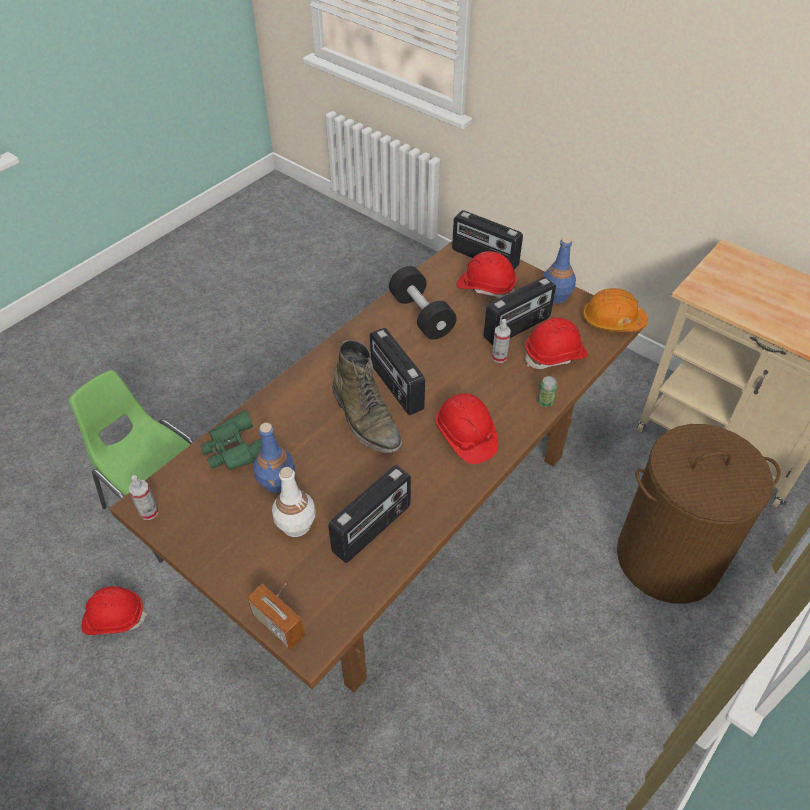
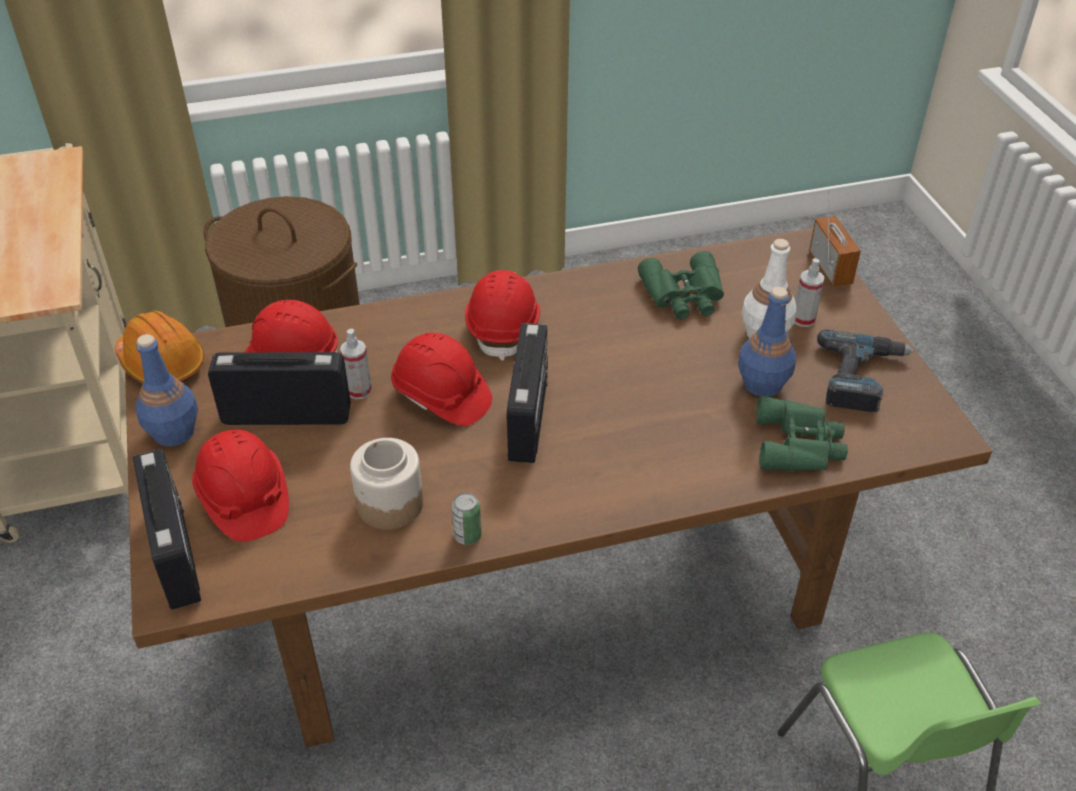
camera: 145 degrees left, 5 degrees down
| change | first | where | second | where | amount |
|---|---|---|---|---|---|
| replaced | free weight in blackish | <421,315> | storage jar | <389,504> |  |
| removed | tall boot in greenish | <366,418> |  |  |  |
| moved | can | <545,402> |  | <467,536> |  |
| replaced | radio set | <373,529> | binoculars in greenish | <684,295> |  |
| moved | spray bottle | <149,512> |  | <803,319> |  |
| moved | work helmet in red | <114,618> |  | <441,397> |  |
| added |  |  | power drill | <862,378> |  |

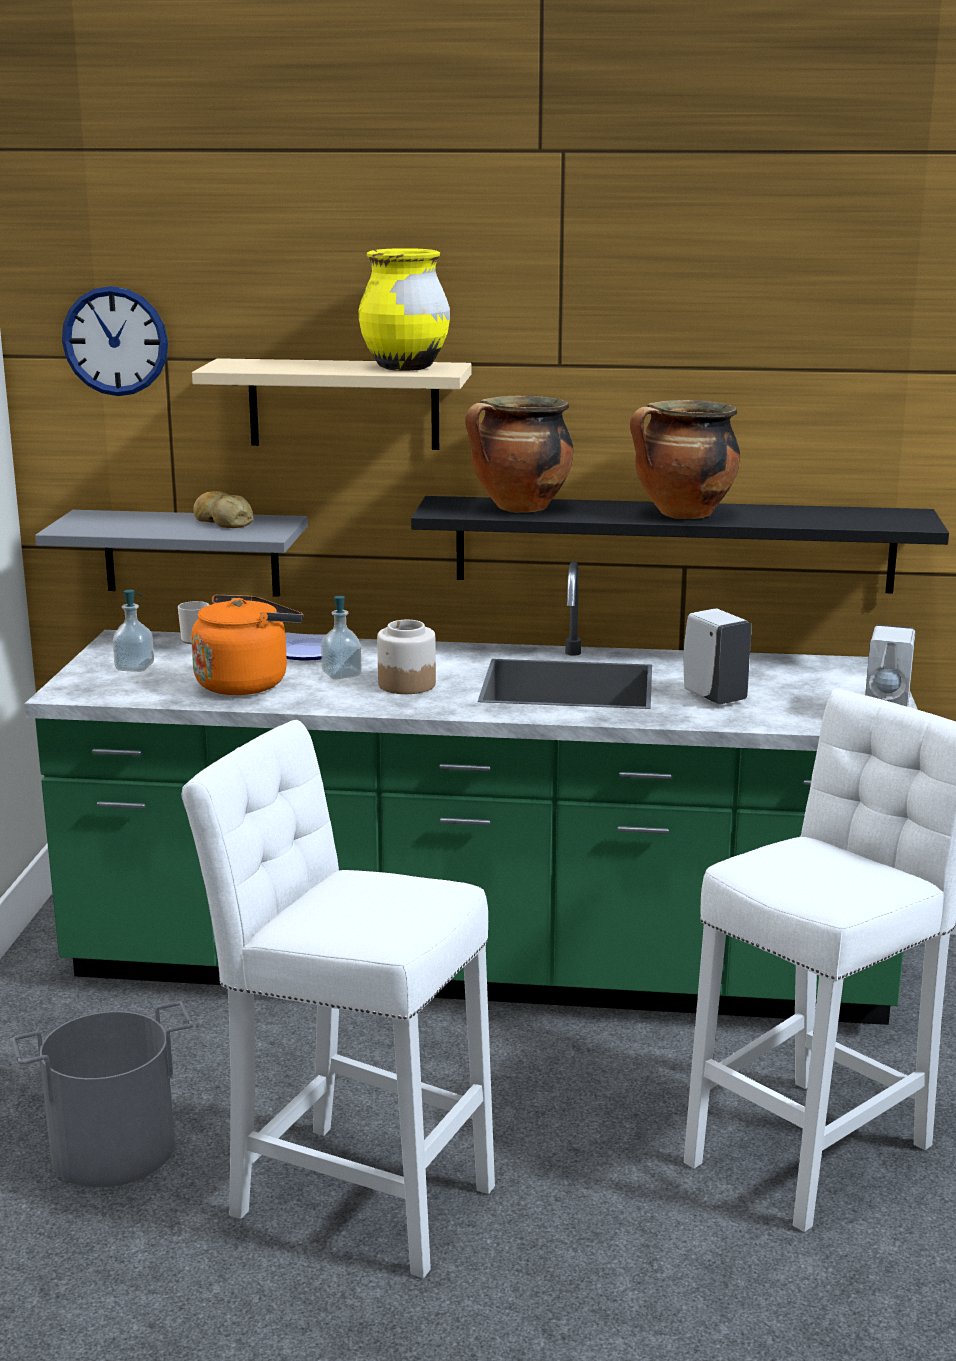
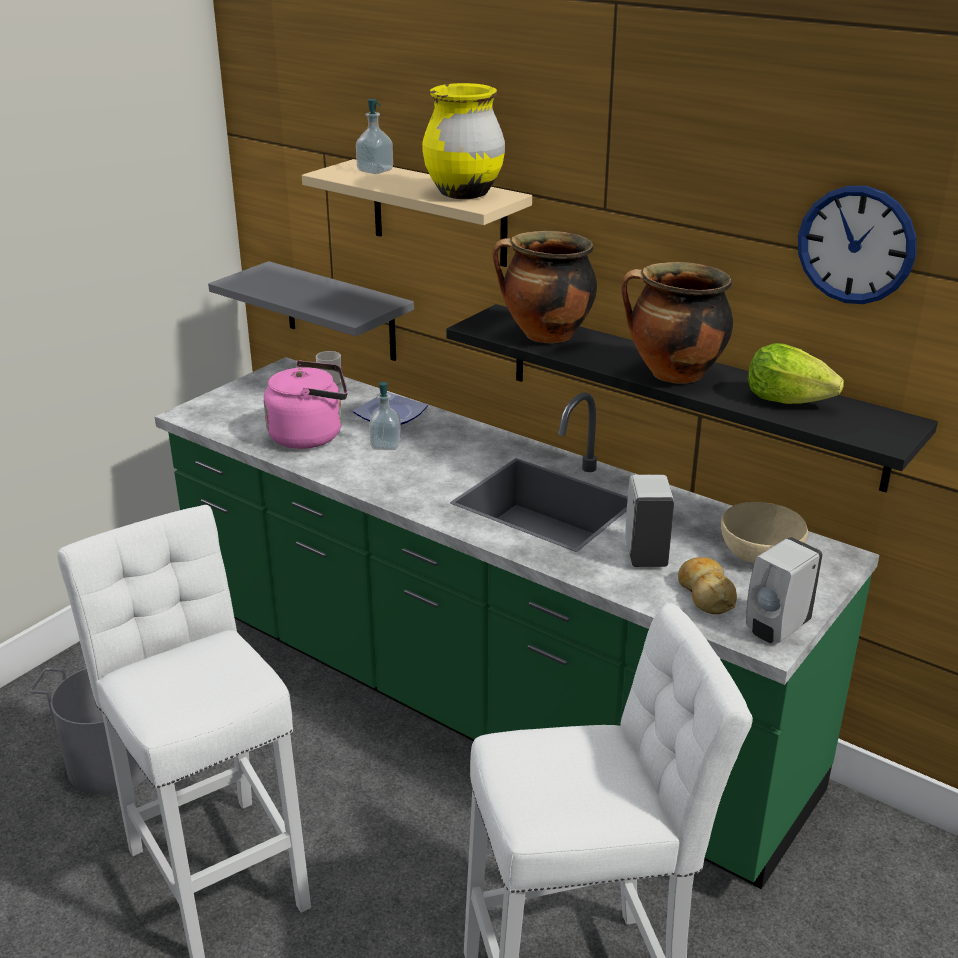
camera: 30 degrees right, 10 degrees up
| change | first | where | second | where | amount |
|---|---|---|---|---|---|
| moved | hanging clock | <115,341> |  | <856,245> |  |
| moved | bread | <223,521> |  | <705,593> |  |
| moved | soap bottle | <134,667> |  | <375,171> |  |
| recoloured | kettle in orangey | <246,683> | kettle in pinkish | <311,435> |  |
| removed | storage jar | <406,684> |  |  |  |
| added |  |  | head of lettuce | <786,400> |  |
| added |  |  | serving bowl in sand-coloured | <760,553> |  |

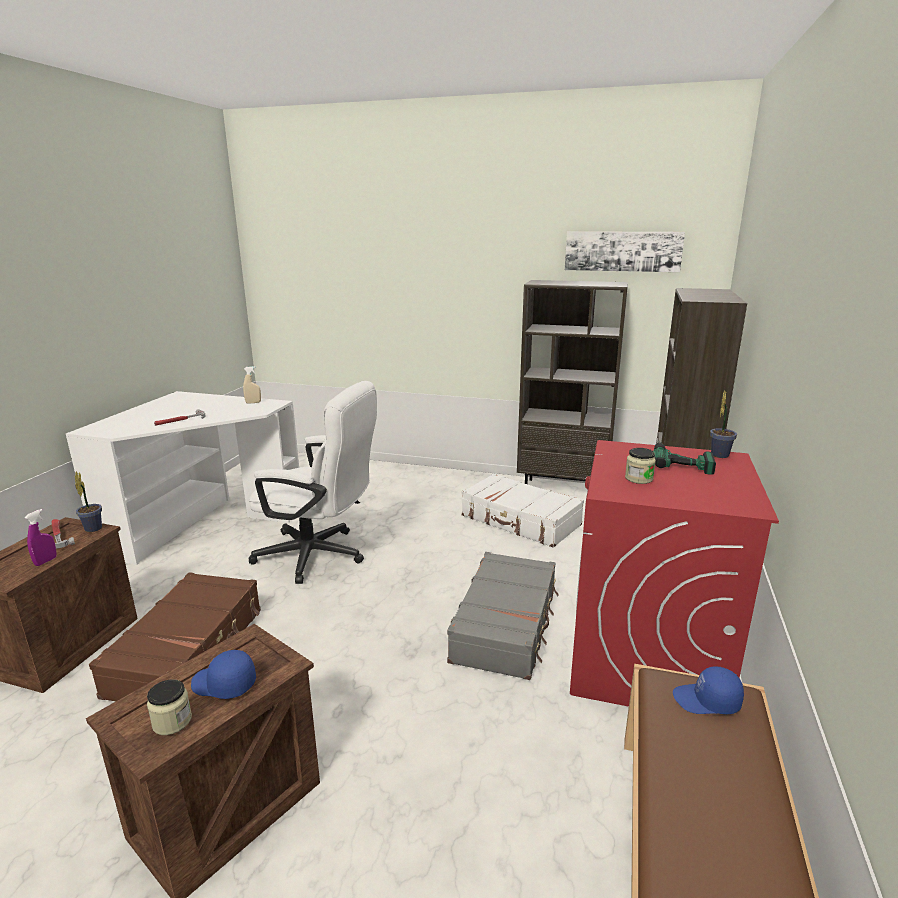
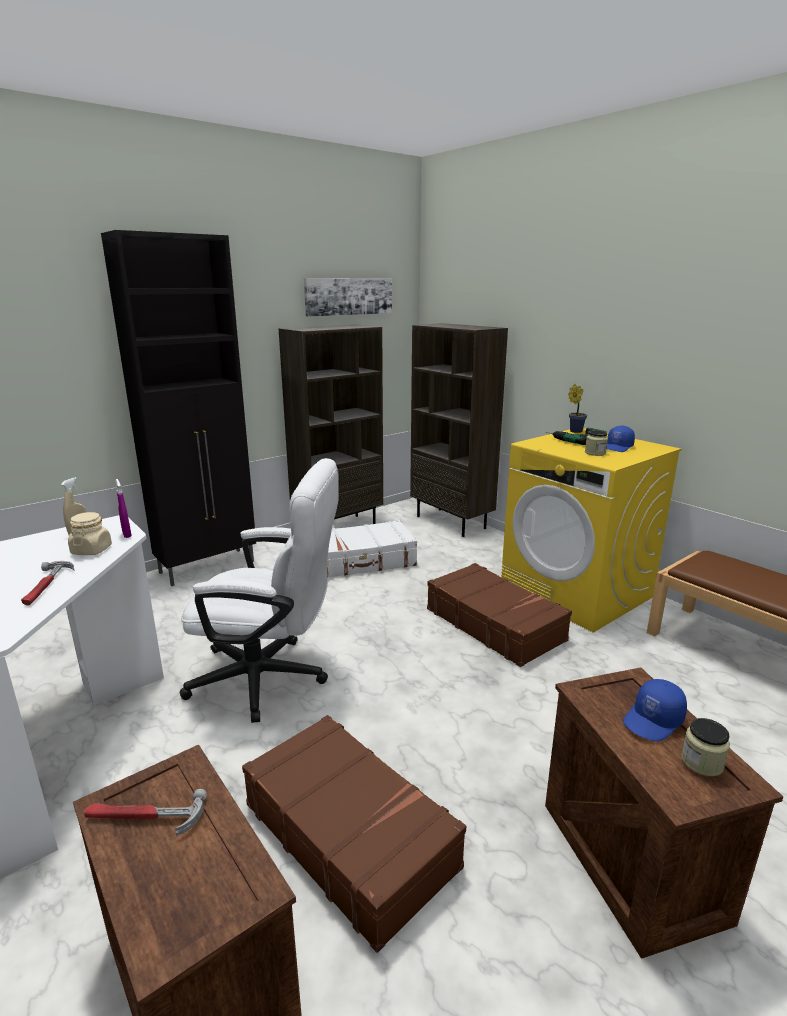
camera: 55 degrees left, 0 degrees up
| change | first | where | second | where | amount |
|---|---|---|---|---|---|
| turned | desk chair in whitish | <320,556> |  | <270,678> | 45 degrees clockwise |
| recoloured | laundry appliance in red | <646,658> | laundry appliance in yellow-coloured | <576,592> |  |
| removed | plant in a pot | <94,527> |  |  |  |
| moved | spray bottle in purple | <46,561> |  | <127,534> |  |
| recoloured | piece of luggage in gray | <506,625> | piece of luggage in brown-coloured | <494,624> |  |
| moved | cap in bluish | <707,701> |  | <617,447> |  |
| added |  |  | cabinet in blackish | <209,567> |  |
| added |  |  | storage jar in sand-coloured | <91,550> |  |

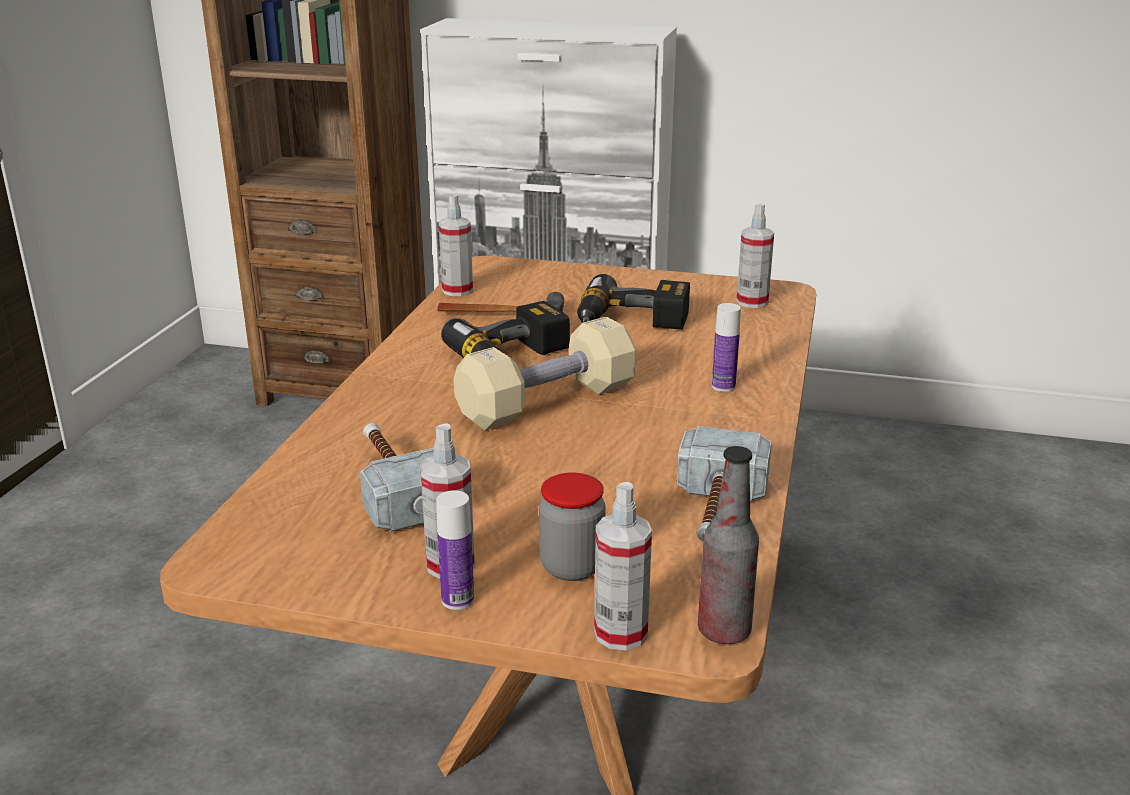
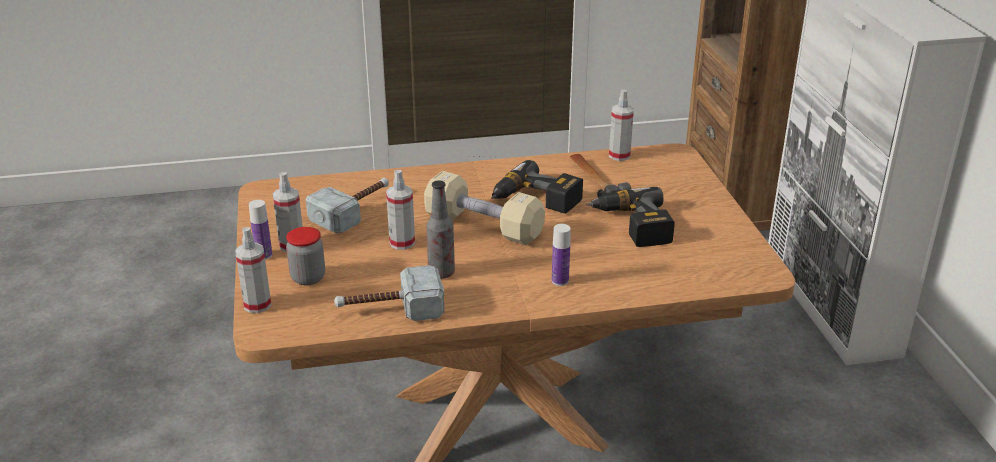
camera: 65 degrees right, 5 degrees up
| change | first | where | second | where | amount |
|---|---|---|---|---|---|
| moved | spray bottle | <752,302> |  | <402,243> |  |
| moved | beverage bottle | <724,631> |  | <441,273> |  |

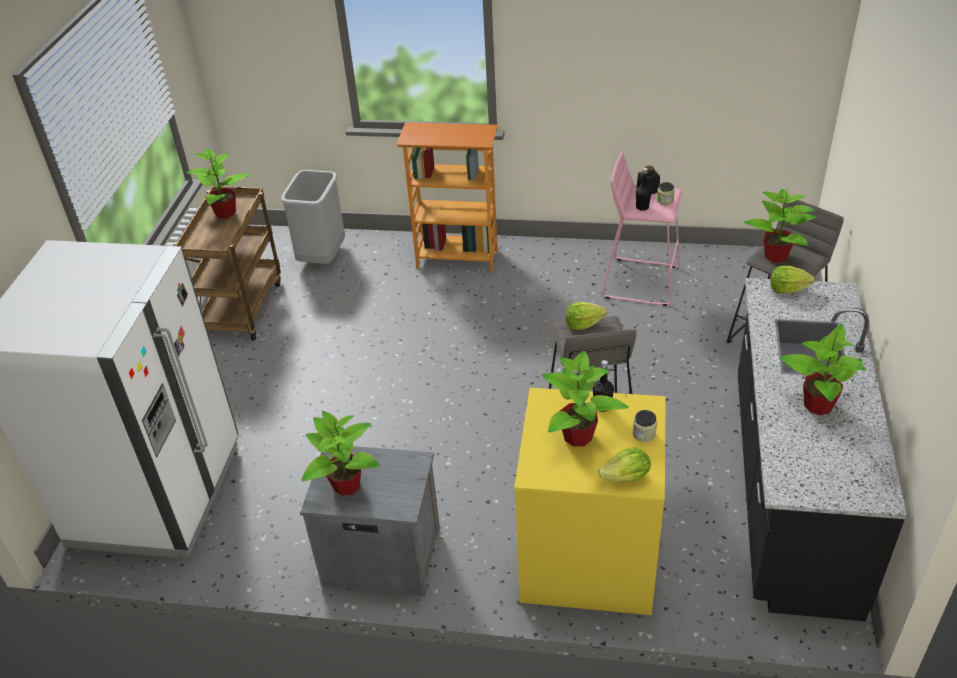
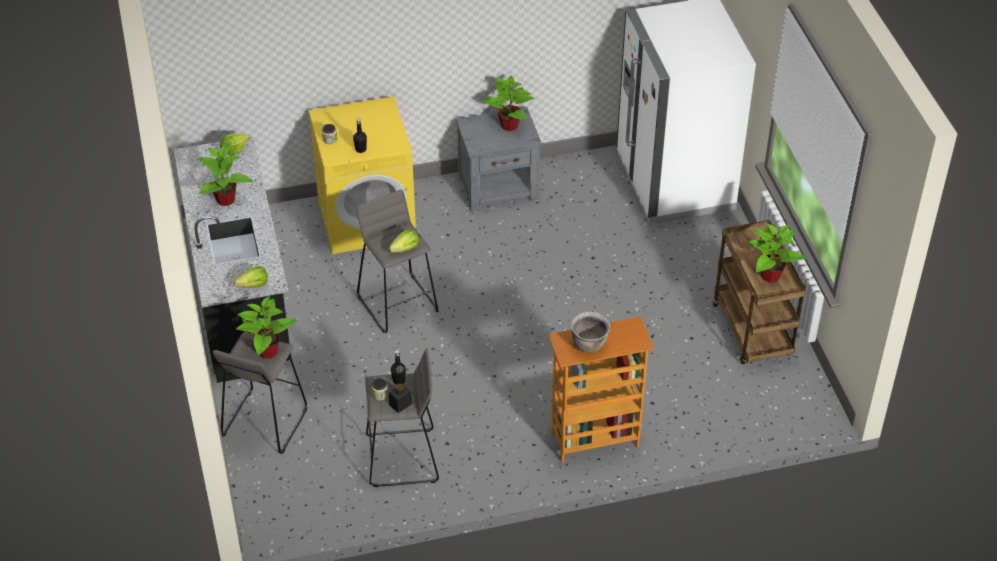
camera: 155 degrees right, 5 degrees up
| change | first | where | second | where | amount |
|---|---|---|---|---|---|
| recoloured | stool in pinkish | <640,281> | stool in gray | <402,458> |  |
| removed | rubbish bin in gray | <323,257> |  |  |  |
| removed | plant in a pot | <578,437> |  |  |  |
| moved | head of lettuce | <626,477> |  | <234,150> |  |
| added |  |  | stockpot in brown-coloured | <589,344> |  |

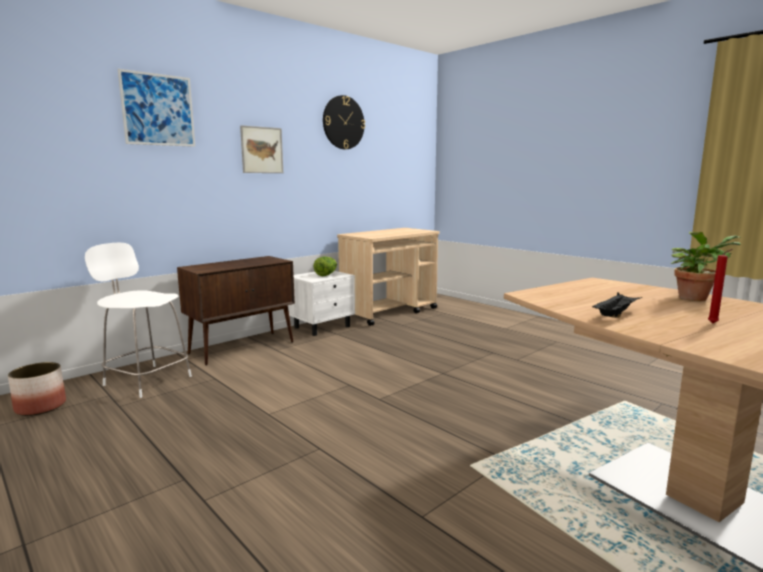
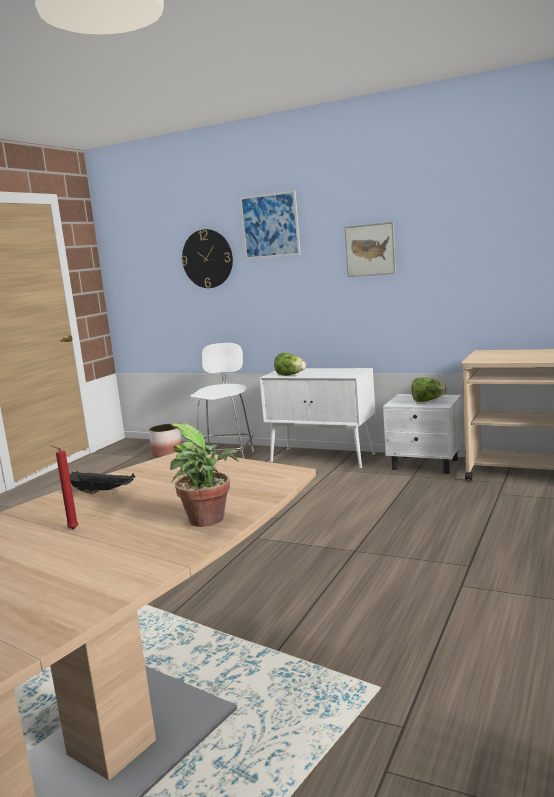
camera: 70 degrees right, 0 degrees up
| change | first | where | second | where | amount |
|---|---|---|---|---|---|
| moved | hanging clock | <343,122> |  | <207,258> |  |
| recoloured | cabinet in brown-coloured | <243,347> | cabinet in whitish | <323,459> |  |
| added |  |  | head of lettuce | <290,375> |  |

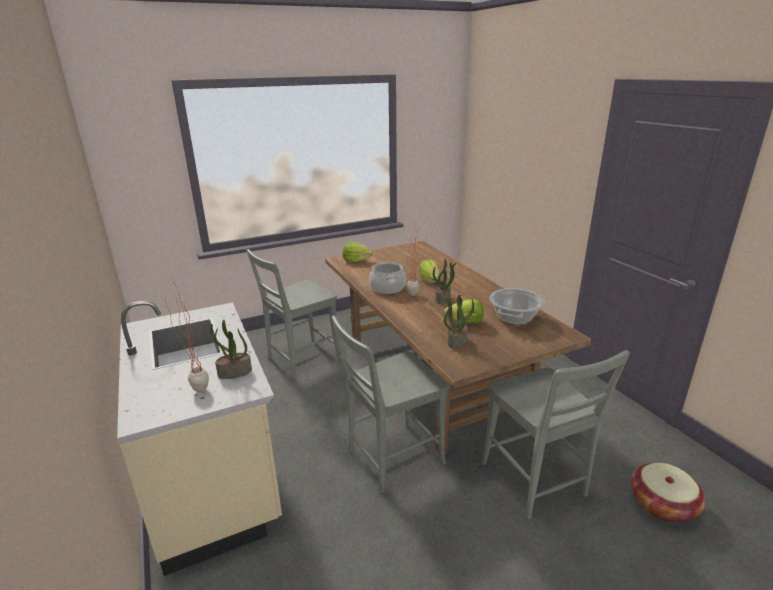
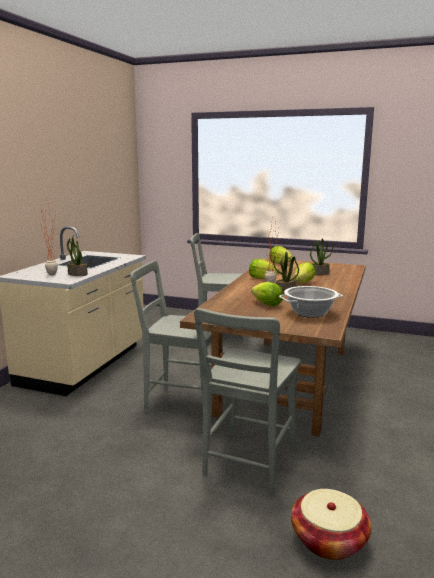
camera: 45 degrees right, 10 degrees down
| change | first | where | second | where | amount |
|---|---|---|---|---|---|
| replaced | stockpot | <387,288> | head of lettuce | <262,278> |  |
| moved | plant in a pot | <457,341> |  | <319,273> |  |

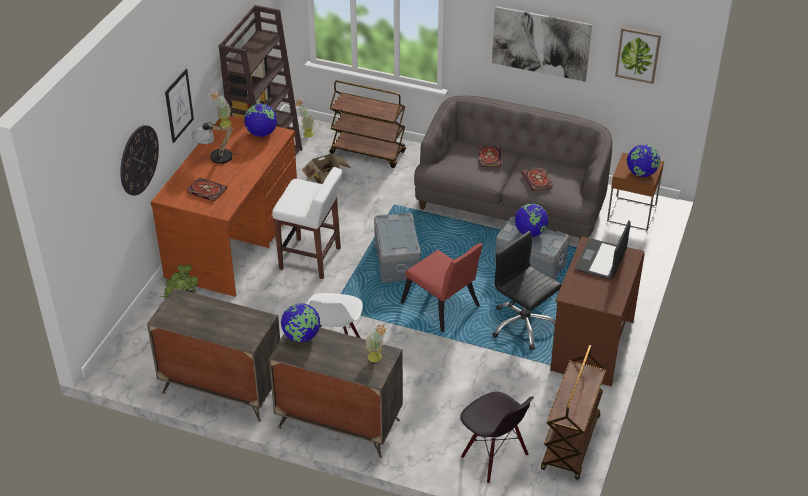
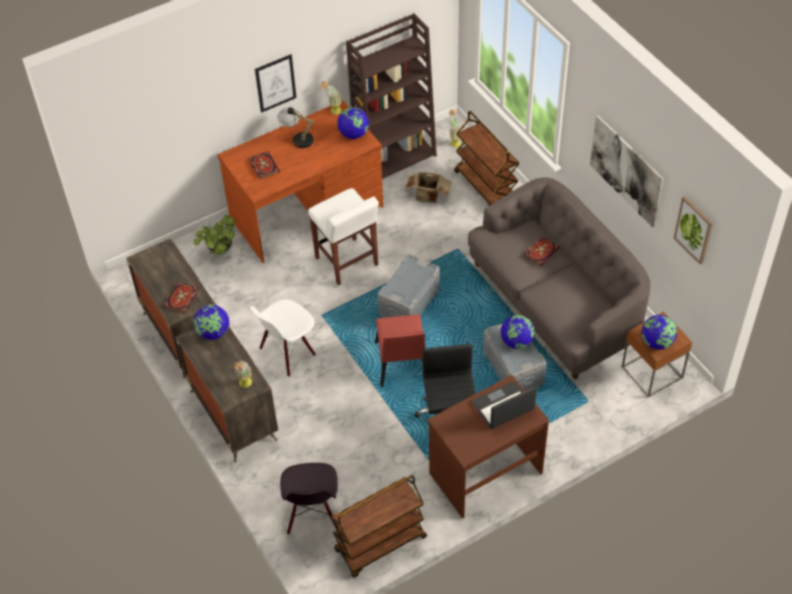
camera: 40 degrees right, 10 degrees up
| change | first | where | second | where | amount |
|---|---|---|---|---|---|
| removed | hanging clock | <139,160> |  |  |  |
| moved | book | <538,181> |  | <181,299> |  |

